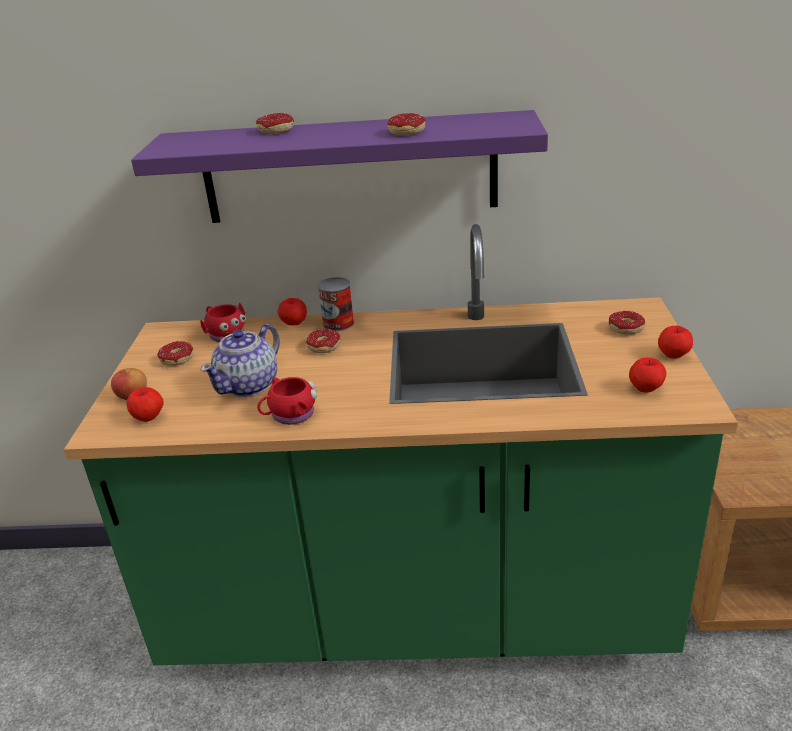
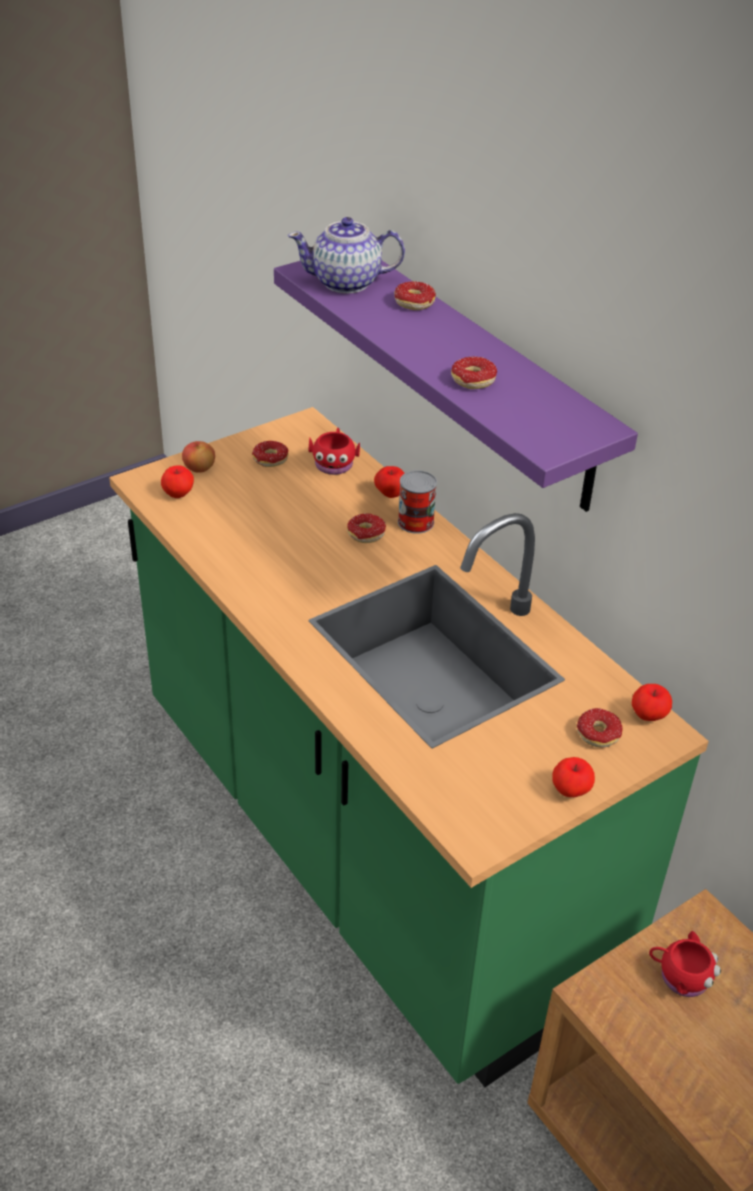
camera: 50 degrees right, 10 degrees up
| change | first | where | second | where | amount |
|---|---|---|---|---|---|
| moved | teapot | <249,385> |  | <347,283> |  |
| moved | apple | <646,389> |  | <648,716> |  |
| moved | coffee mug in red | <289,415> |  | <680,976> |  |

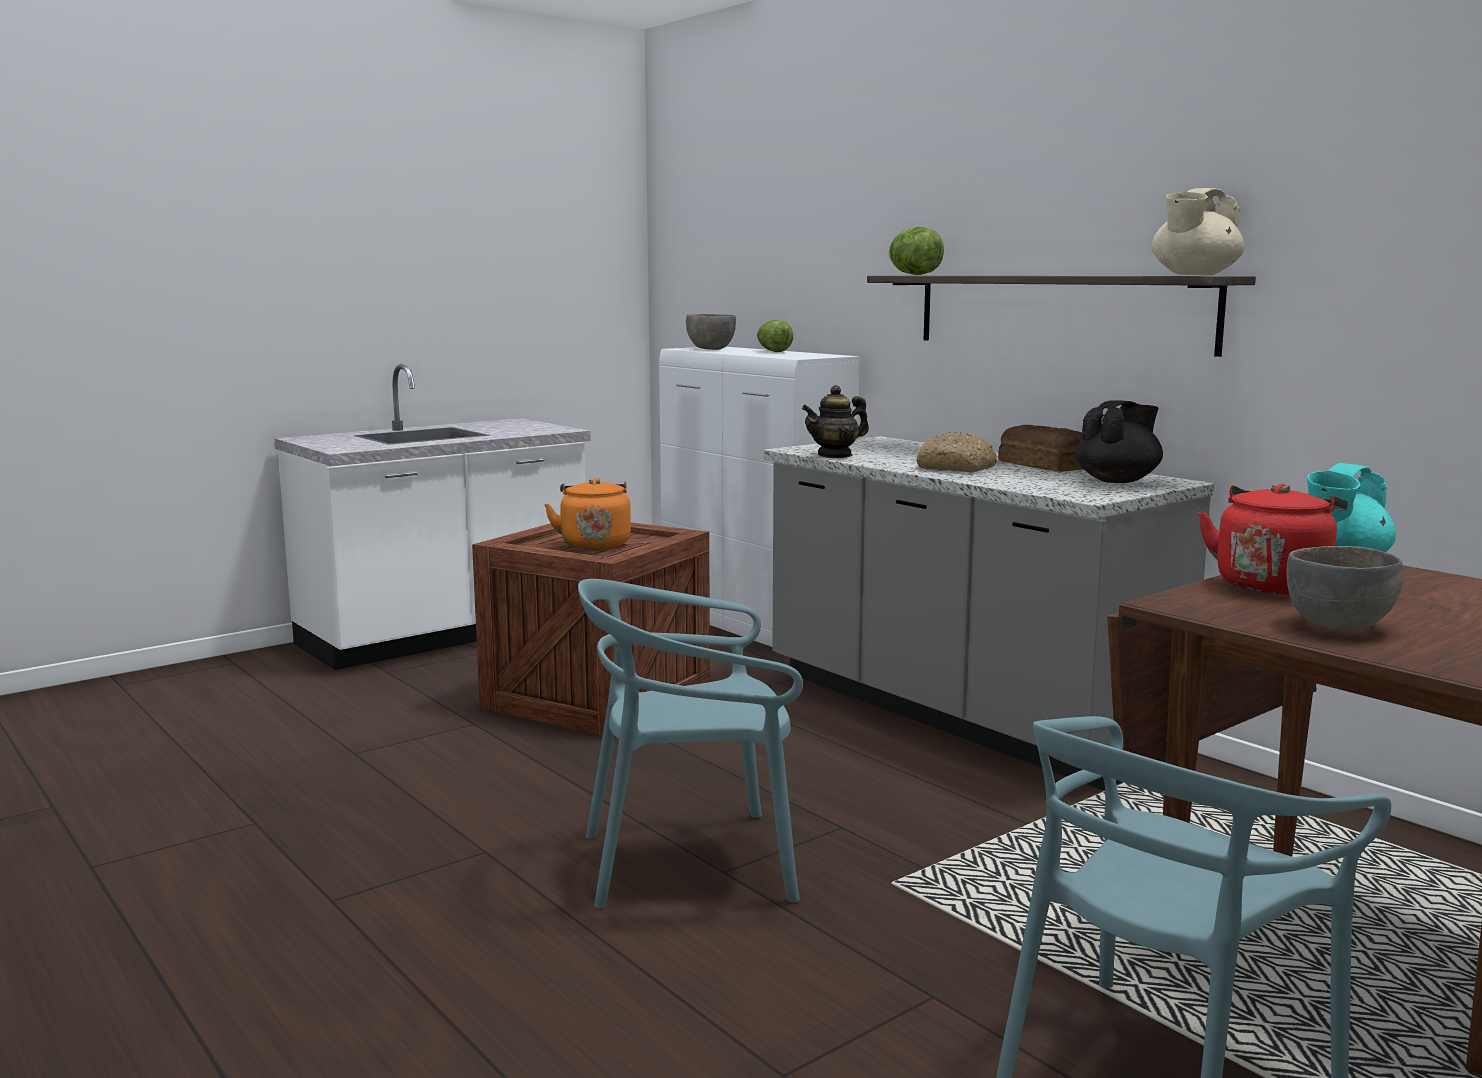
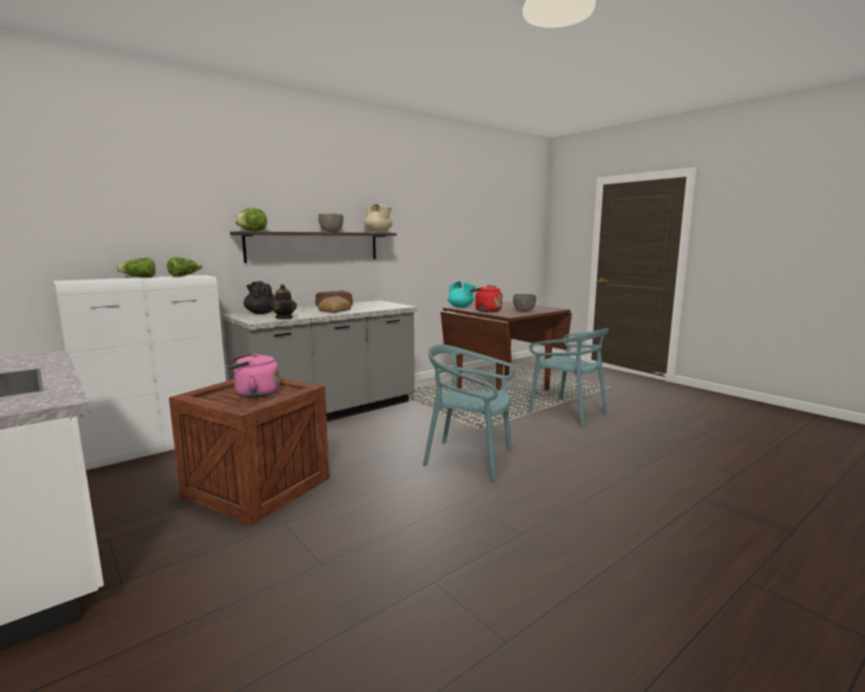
camera: 90 degrees left, 0 degrees up
| change | first | where | second | where | amount |
|---|---|---|---|---|---|
| moved | serving bowl in gray | <710,349> |  | <331,232> |  |
| moved | teapot in blackish | <1118,481> |  | <261,313> |  |
| recoloured | kettle in orangey | <594,544> | kettle in pinkish | <254,394> |  |
| turned | upright chair in blue-green | <690,862> |  | <469,459> | 120 degrees clockwise |
| added |  |  | head of lettuce | <184,276> |  |

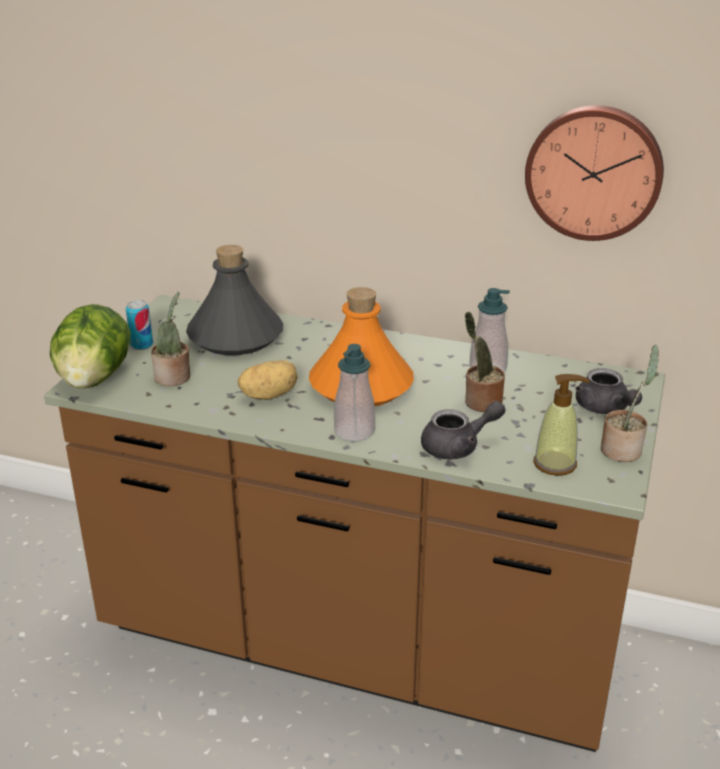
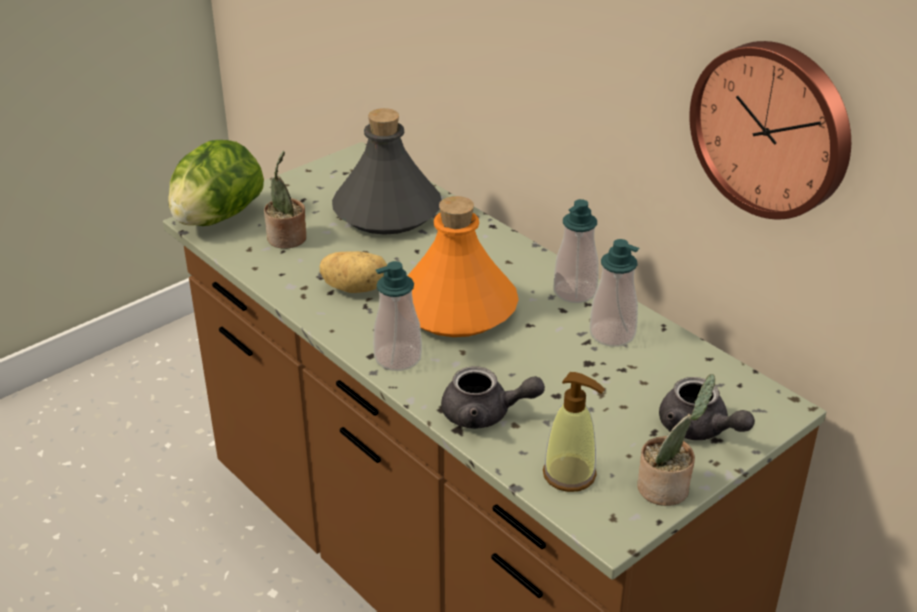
camera: 30 degrees right, 5 degrees up
| change | first | where | second | where | amount |
|---|---|---|---|---|---|
| removed | can | <142,345> |  |  |  |
| removed | plant in a pot | <480,402> |  |  |  |
| turned | teapot in gray | <604,409> |  | <699,429> | 45 degrees counterclockwise |
| added |  |  | soap bottle | <575,292> |  |

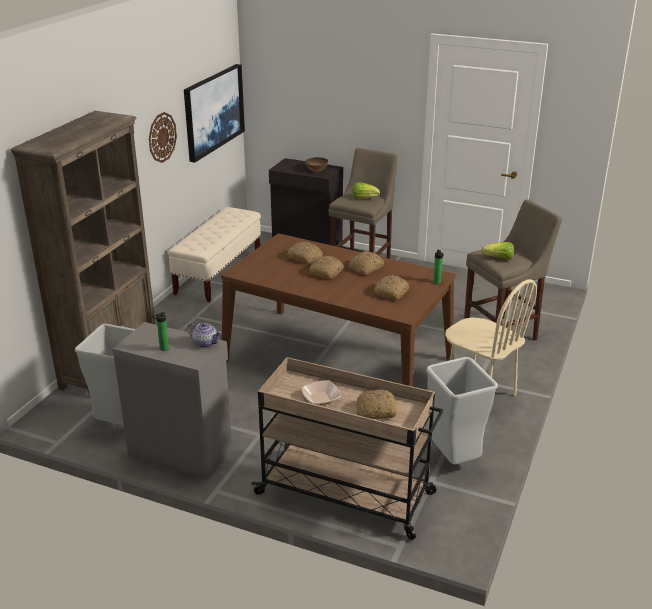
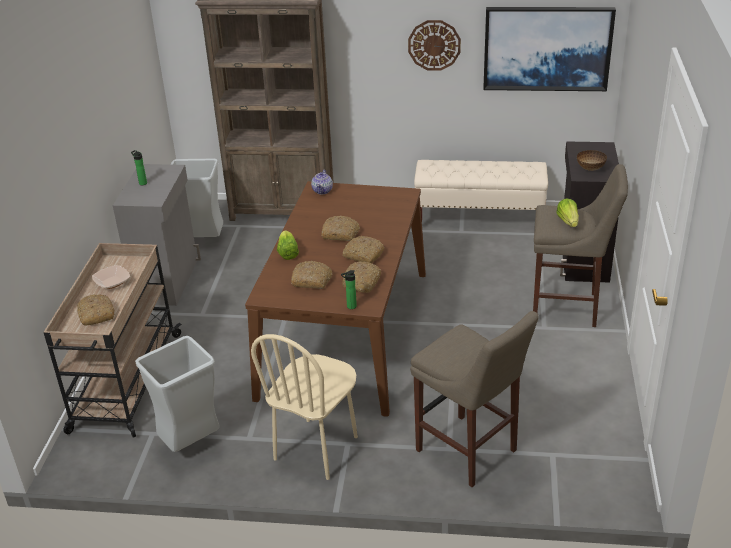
camera: 75 degrees right, 5 degrees up
| change | first | where | second | where | amount |
|---|---|---|---|---|---|
| moved | bread | <305,257> |  | <362,282> |  |
| moved | head of lettuce | <499,258> |  | <287,253> |  |
| moved | teapot | <205,343> |  | <322,190> |  |

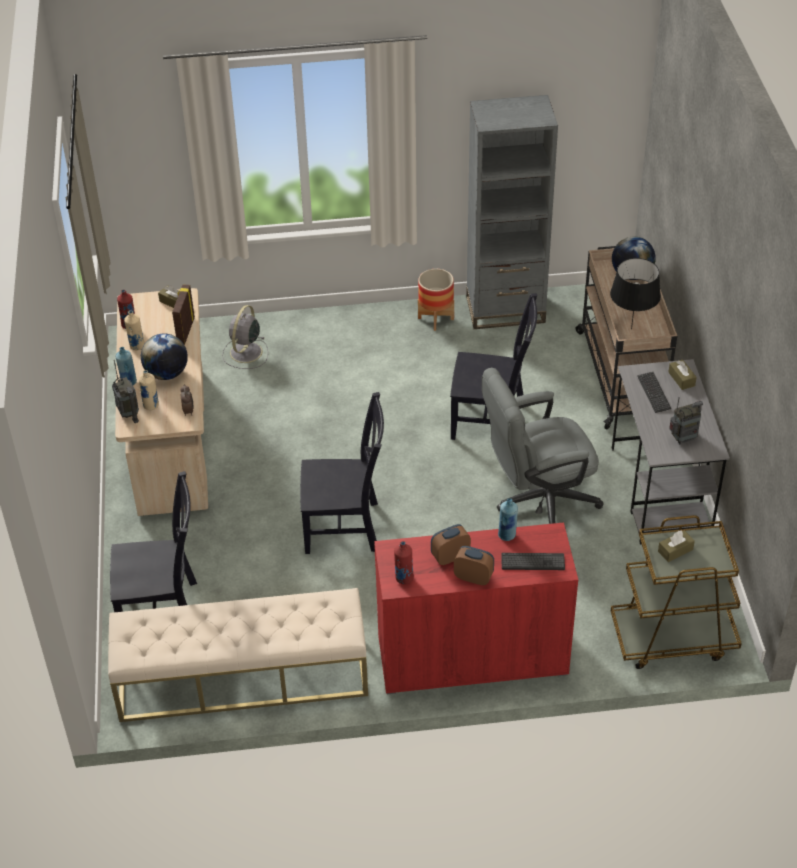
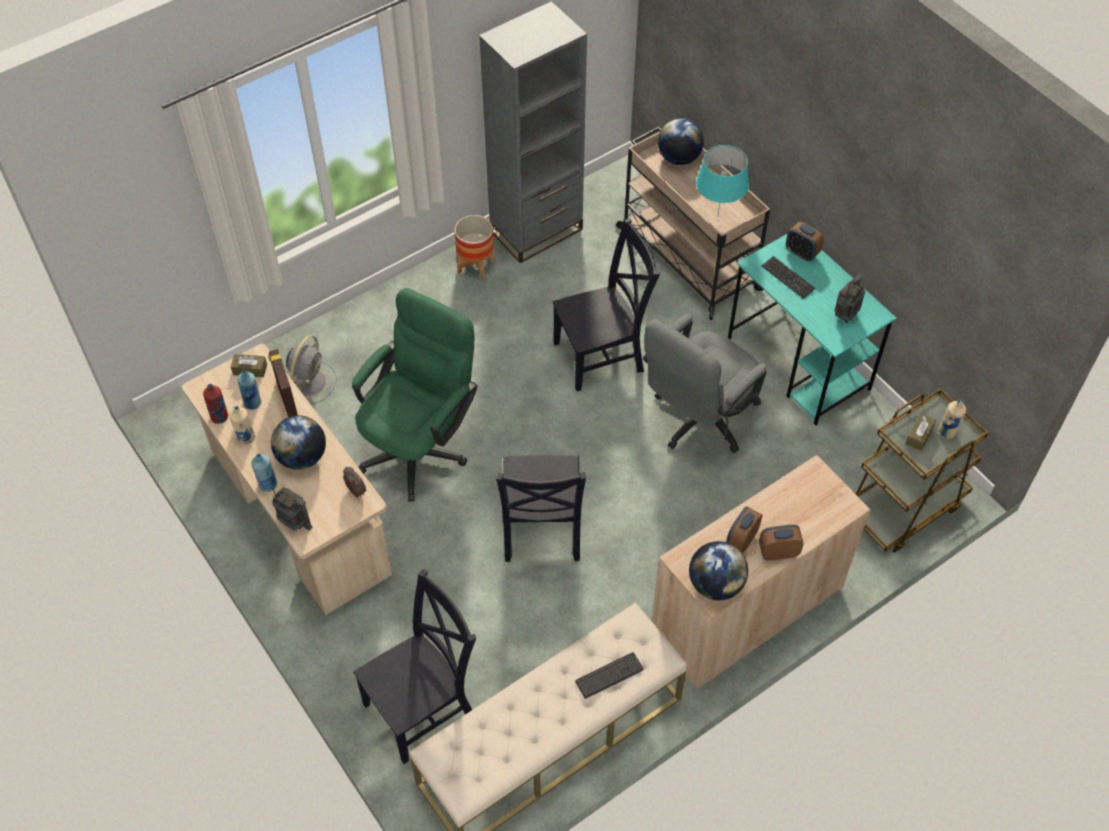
camera: 30 degrees left, 10 degrees up
| change | first | where | second | where | amount |
|---|---|---|---|---|---|
| recoloured | lamp for a table in blackish | <631,329> | lamp for a table in blue-green | <717,216> |  |
| turned | fan in gray | <245,353> |  | <310,381> | 150 degrees counterclockwise |
| recoloured | desk in gray | <660,492> | desk in blue-green | <799,364> |  |
| replaced | tissue box in brown-coloured | <681,379> | bedside clock | <801,253> |  |
| moved | beverage bottle in sand-coloured | <151,405> |  | <946,432> |  |
| turned | upright chair in blackish | <346,528> |  | <541,531> | 120 degrees clockwise |
| moved | beverage bottle in bluish | <507,535> |  | <253,403> |  |
| recoloured | cabinet in red | <472,656> | cabinet in sand-coloured | <746,610> |  |
| replaced | beverage bottle in red | <404,578> | world globe | <715,584> |  |
| moved | computer keyboard | <533,562> |  | <609,675> |  |
| added |  |  | desk chair in greenish | <420,445> |  |

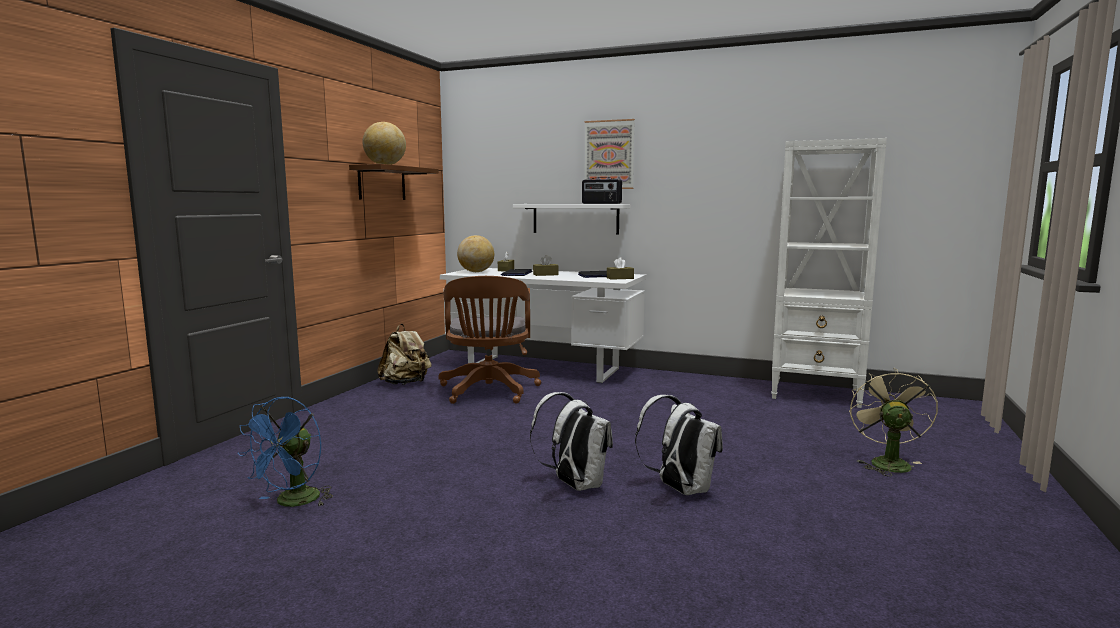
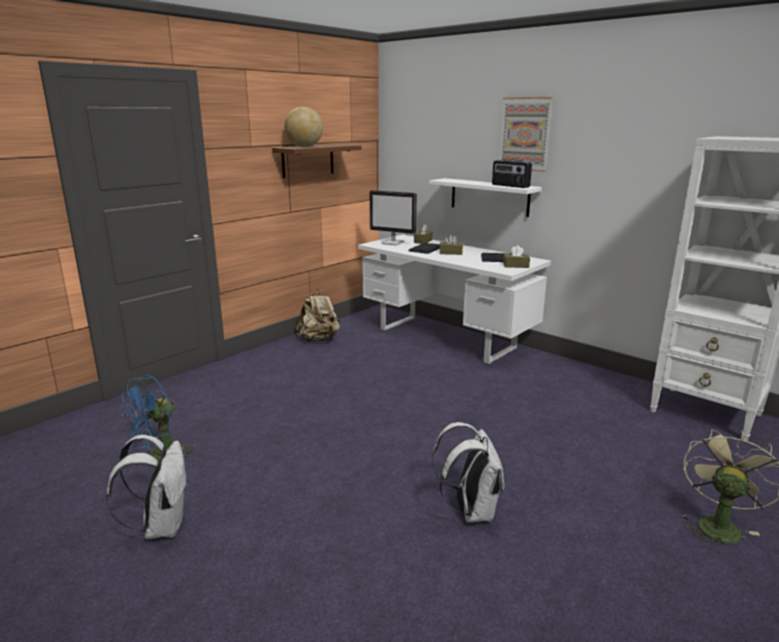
camera: 20 degrees right, 10 degrees up
| change | first | where | second | where | amount |
|---|---|---|---|---|---|
| replaced | world globe | <476,272> | monitor | <393,243> |  |
| removed | desk chair in brown-coloured | <489,392> |  |  |  |
| moved | backpack in whitish | <574,485> |  | <162,526> |  |

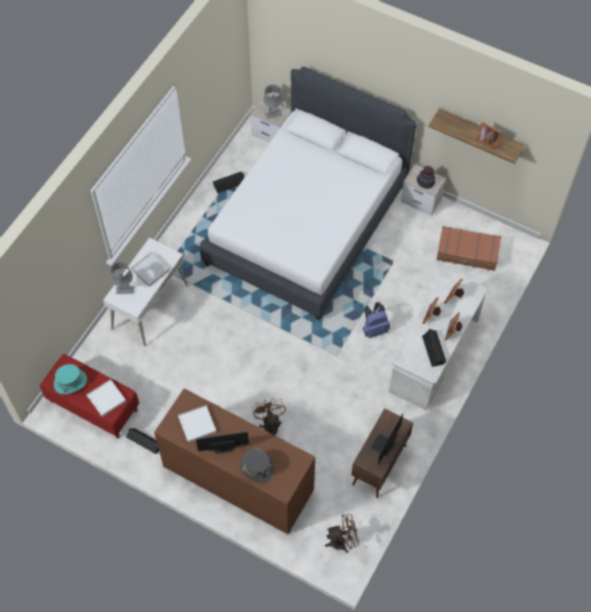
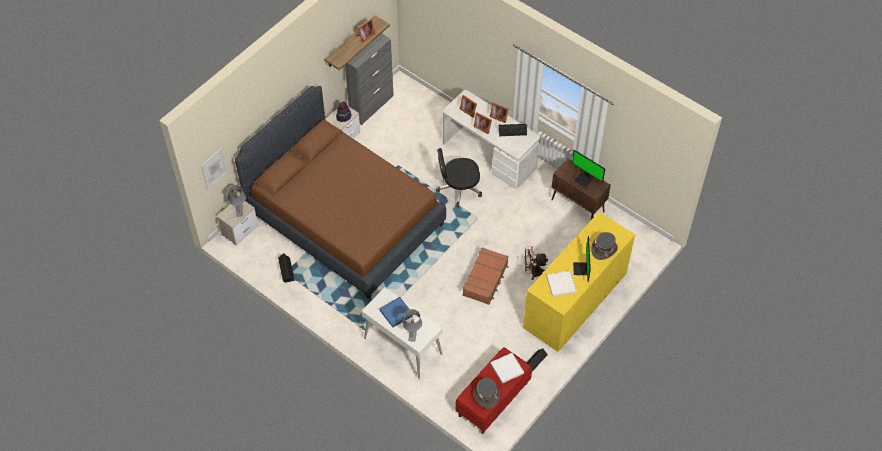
camera: 80 degrees left, 5 degrees down
| change | first | where | second | where | amount |
|---|---|---|---|---|---|
| recoloured | bedroom bed in whitish | <307,224> | bedroom bed in brown-coloured | <345,218> |  |
| moved | piece of luggage in brown-coloured | <467,253> |  | <485,279> |  |
| recoloured | carrying tray in whitish | <150,270> | carrying tray in bluish | <396,313> |  |
| replaced | backpack in bluish | <374,329> | desk chair in blackish | <458,189> |  |
| recoloured | wearable hat in blue-green | <70,382> | wearable hat in gray | <486,395> |  |
| recoloured | chest of drawers in brown-coloured | <238,477> | chest of drawers in yellow-coloured | <575,300> |  |
| removed | fan in brown-coloured | <342,542> |  |  |  |
| added |  |  | cabinet in gray | <372,106> |  |
| added |  |  | wall picture | <214,168> |  |

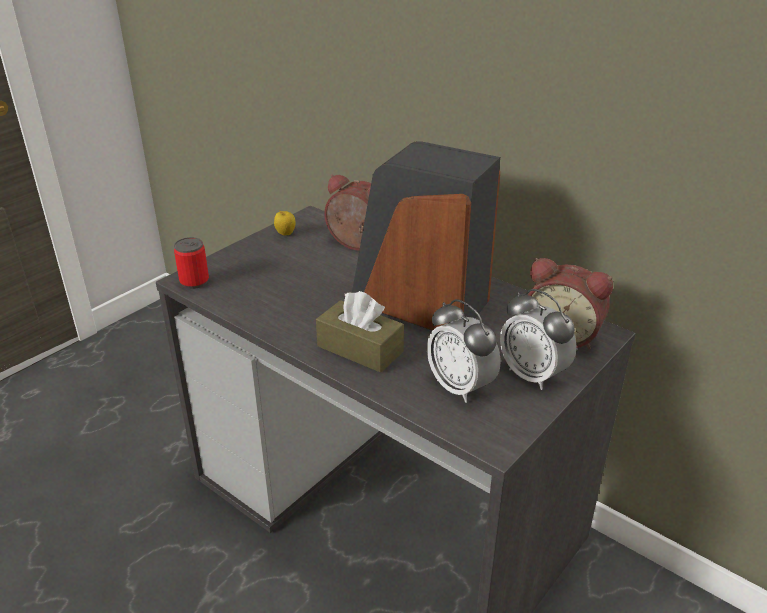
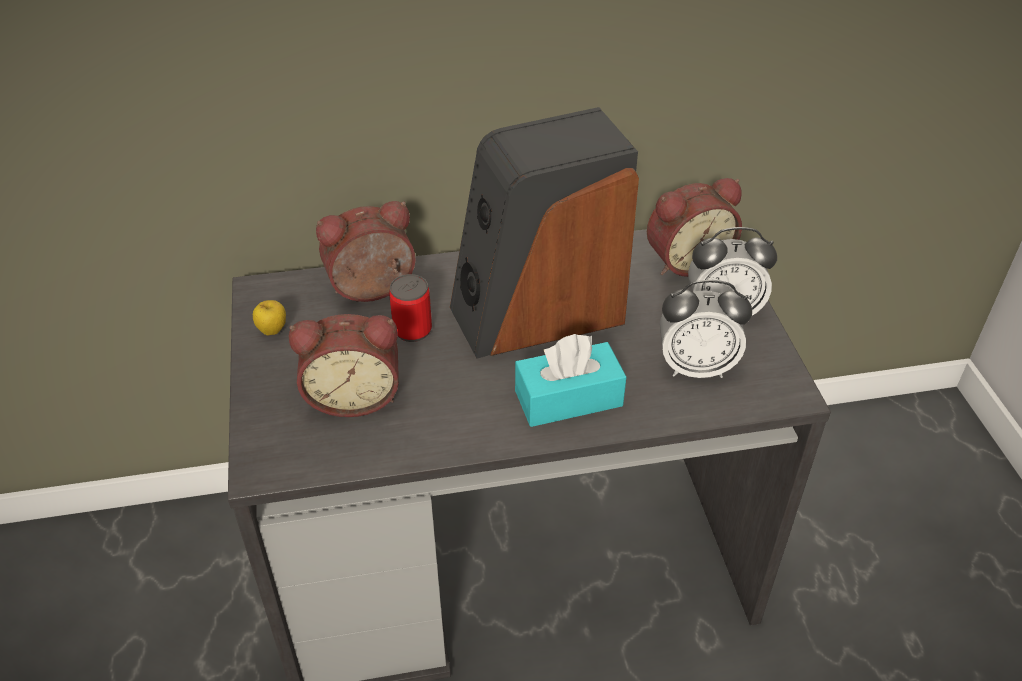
camera: 50 degrees left, 10 degrees up
| change | first | where | second | where | amount |
|---|---|---|---|---|---|
| moved | can | <194,282> |  | <412,330> |  |
| recoloured | tissue box in brown-coloured | <360,349> | tissue box in blue-green | <568,398> |  |
| added |  |  | bedside clock | <353,395> |  |

